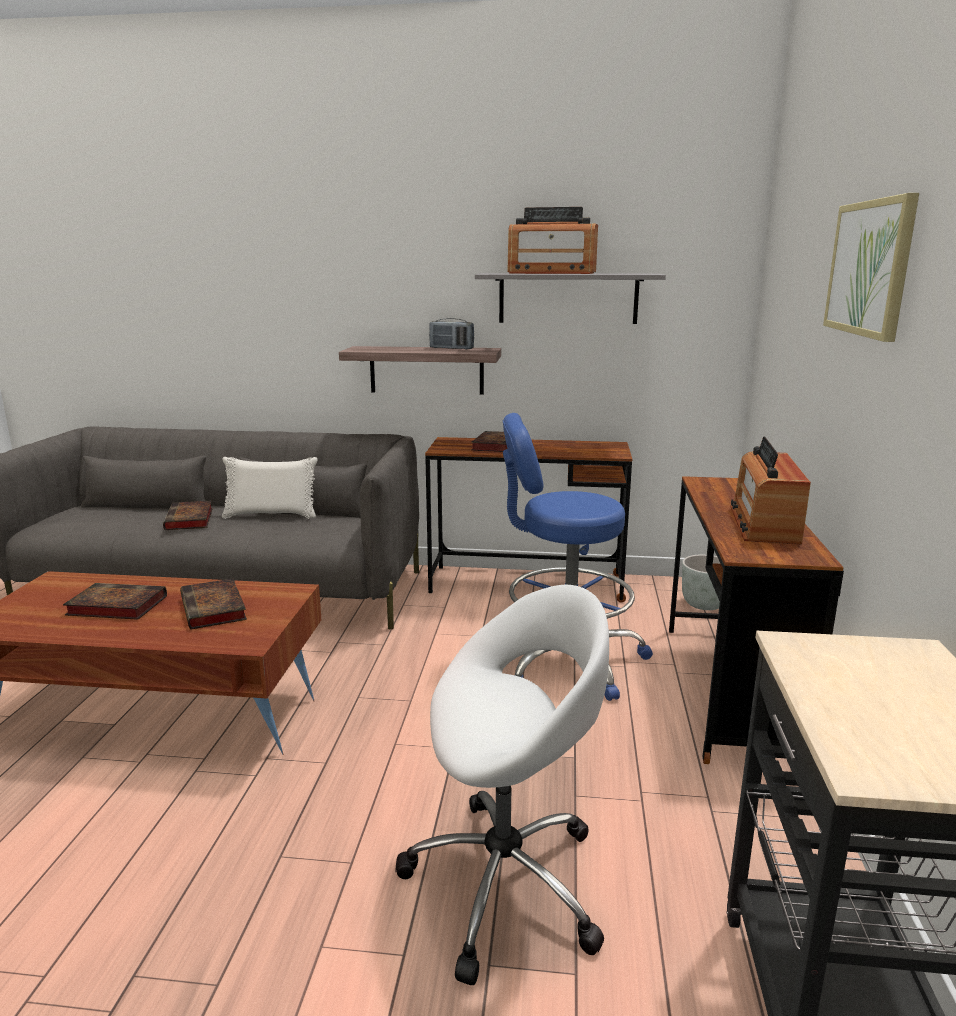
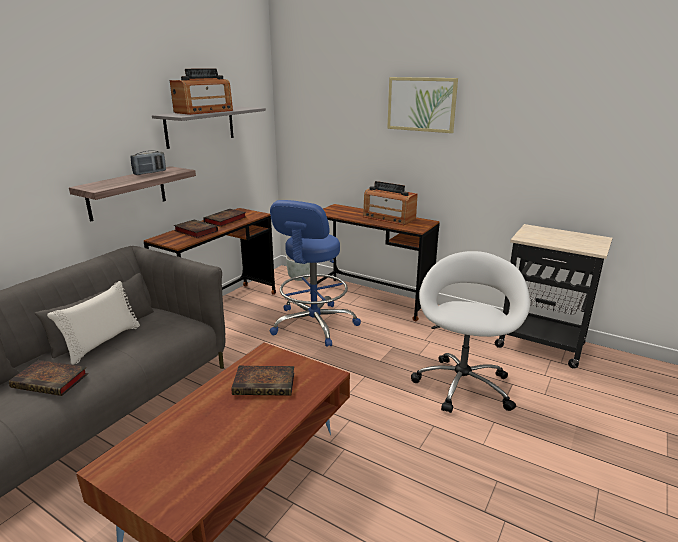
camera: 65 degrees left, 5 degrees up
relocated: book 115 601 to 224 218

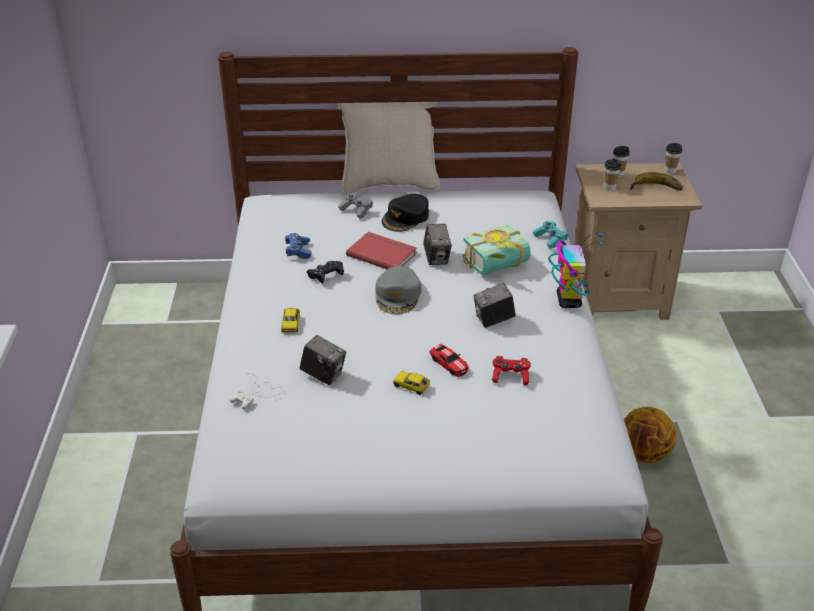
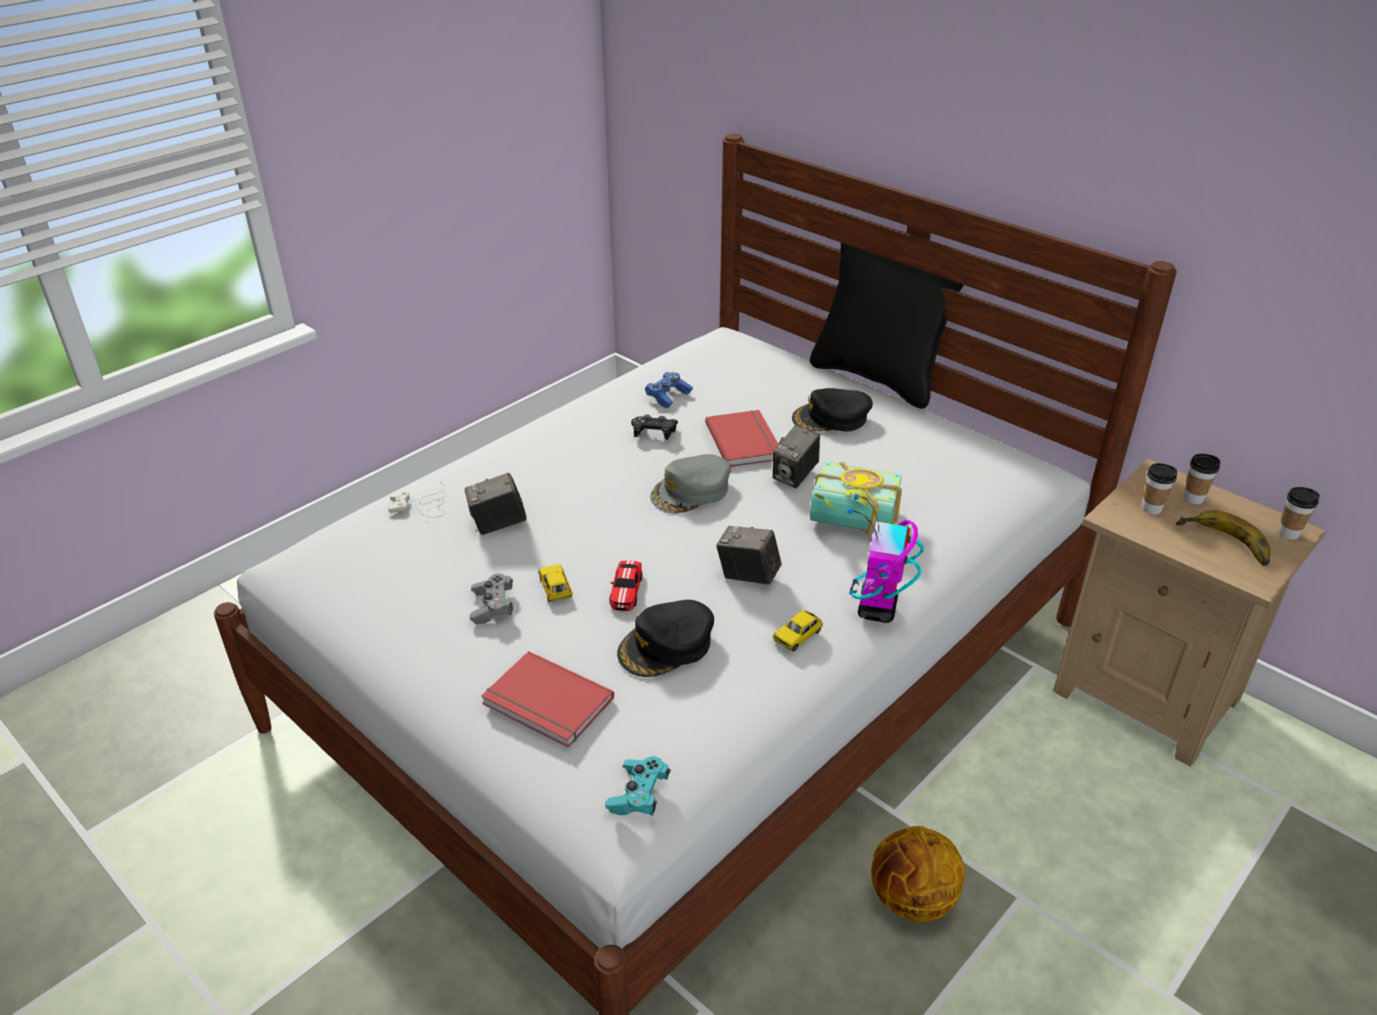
camera: 45 degrees right, 0 degrees up
appeared: red book 547 699
relocated: toy car 290 320 to 798 630; grey game controller 355 206 to 491 598; turquoise game controller 550 235 to 638 786
exchanged: red game controller 511 370 to black cap 665 638
colour: beige pillow 388 148 to black pillow 887 325
spun: photo camera 323 360 = 495 504 90 degrees clockwise; toy robot 575 270 = 885 558 150 degrees clockwise

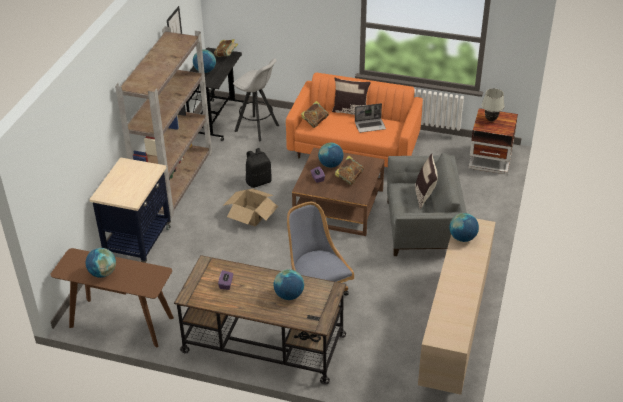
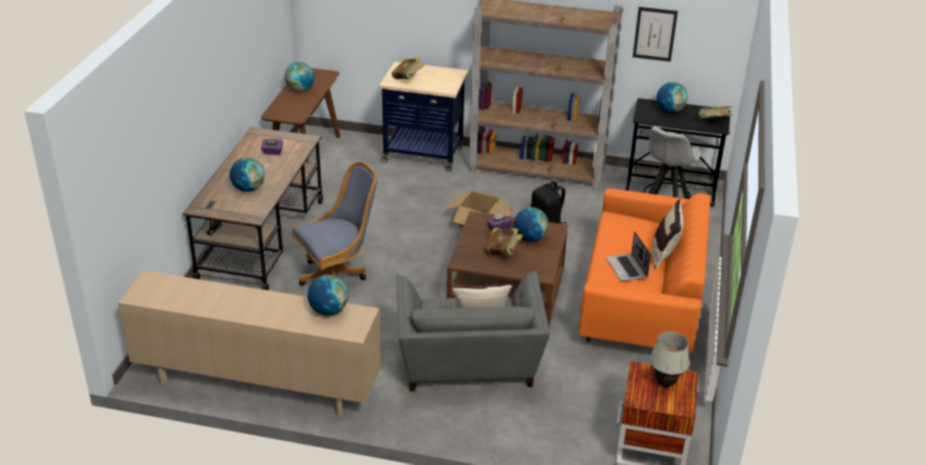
camera: 85 degrees right, 5 degrees down
relocated: book 315 114 to 408 68

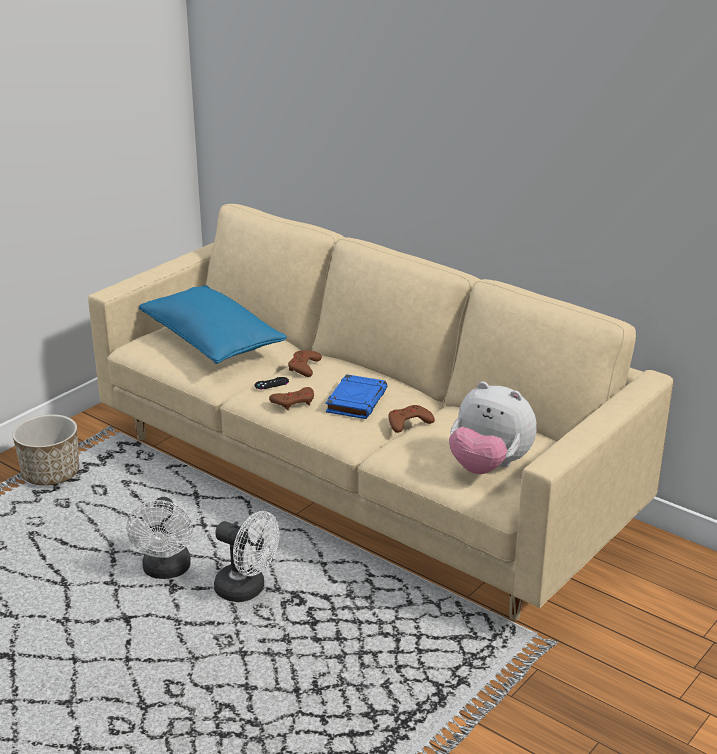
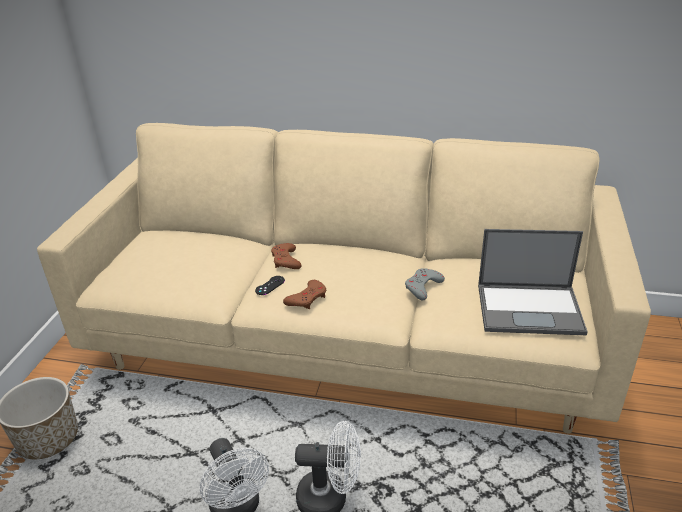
camera: 25 degrees left, 5 degrees up
missing: blue pillow 213 324; blue book 356 396
exchanged: plush toy 493 427 to laptop 533 282
colour: brown game controller 411 419 to grey game controller 425 284

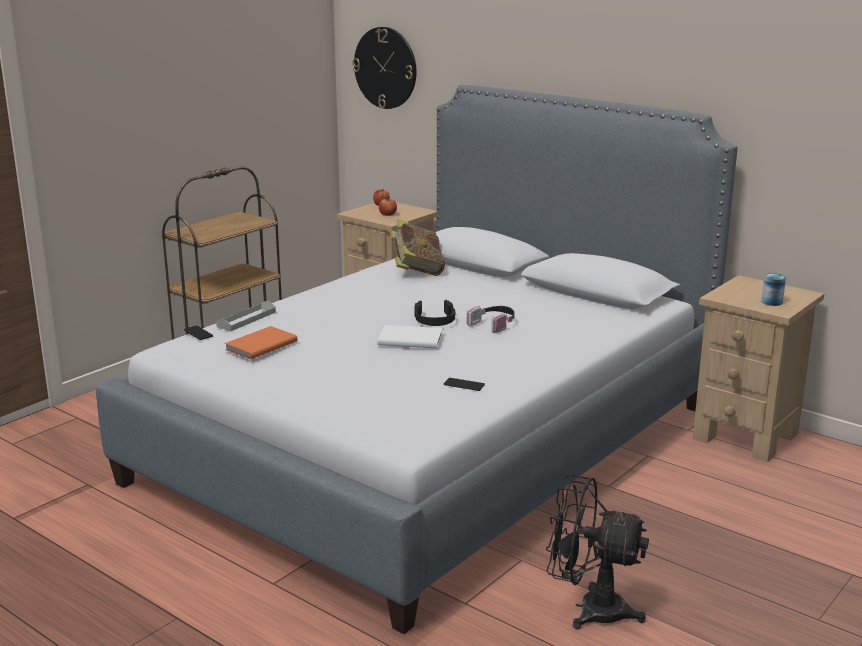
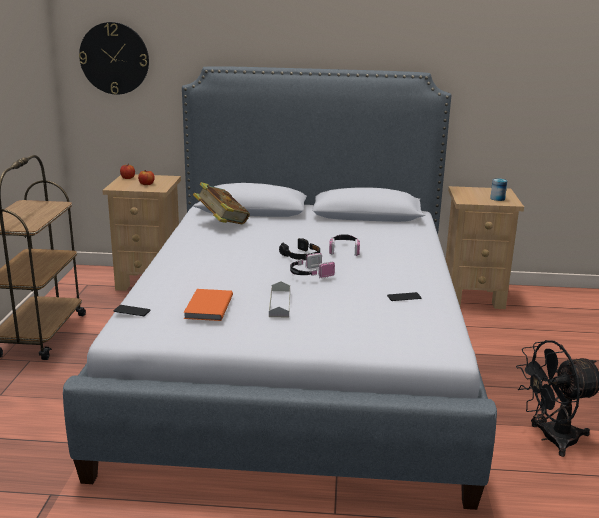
camera: 35 degrees left, 0 degrees up
relocated: grey tray 246 315 to 279 299
exchanged: white book 410 336 to headphones 312 266

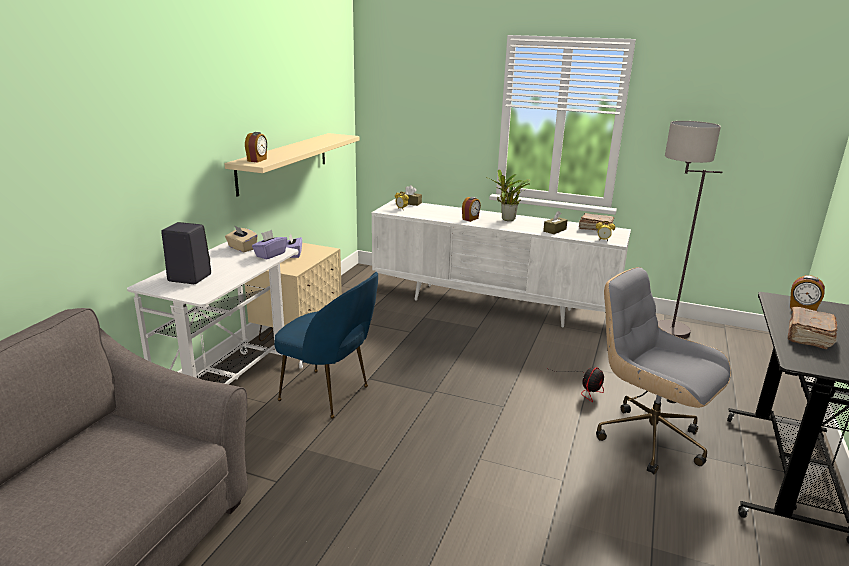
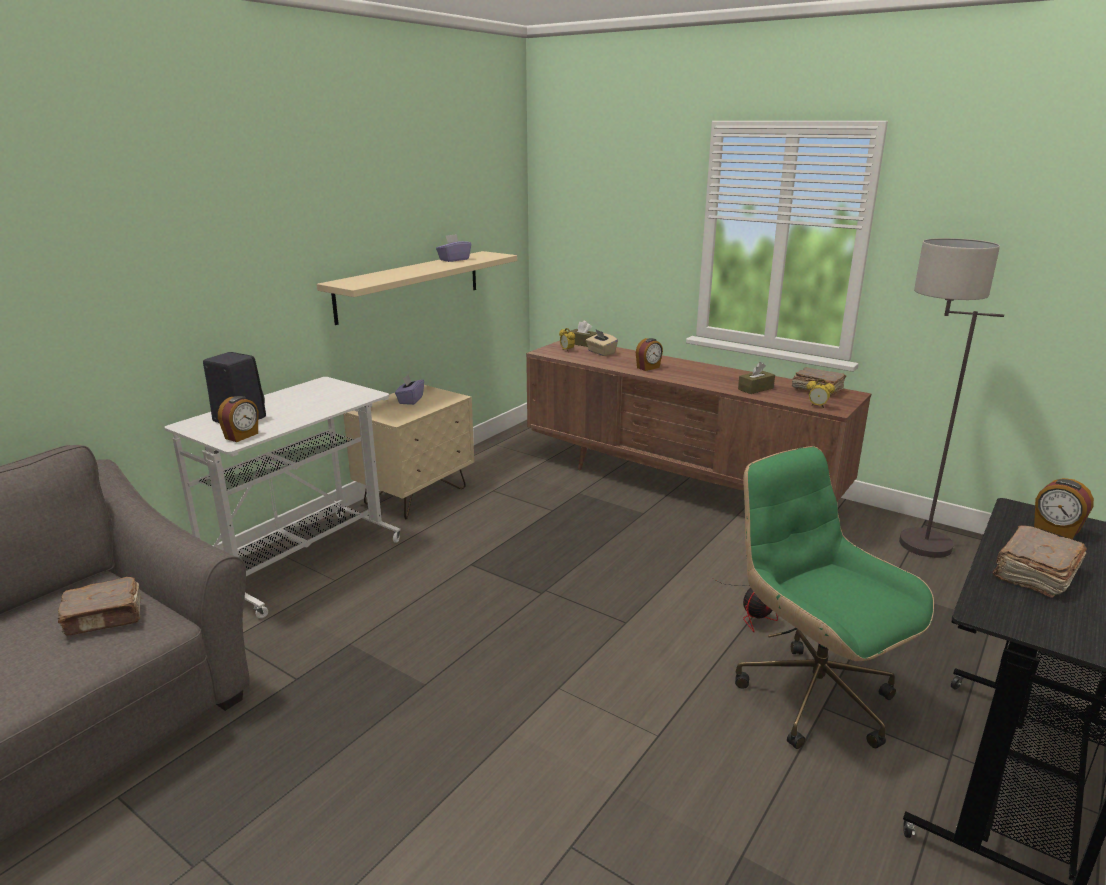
camera: 15 degrees right, 0 degrees up
missing: blue chair 326 345; potted plant 508 195
appeared: brown book 100 606
relocated: beige tissue box 241 238 to 602 343; alarm clock 256 147 to 238 419; purple tissue box 269 245 to 453 248
colour: white cabinet 501 263 to brown cabinet 698 421; grey office chair 663 370 to green office chair 834 597

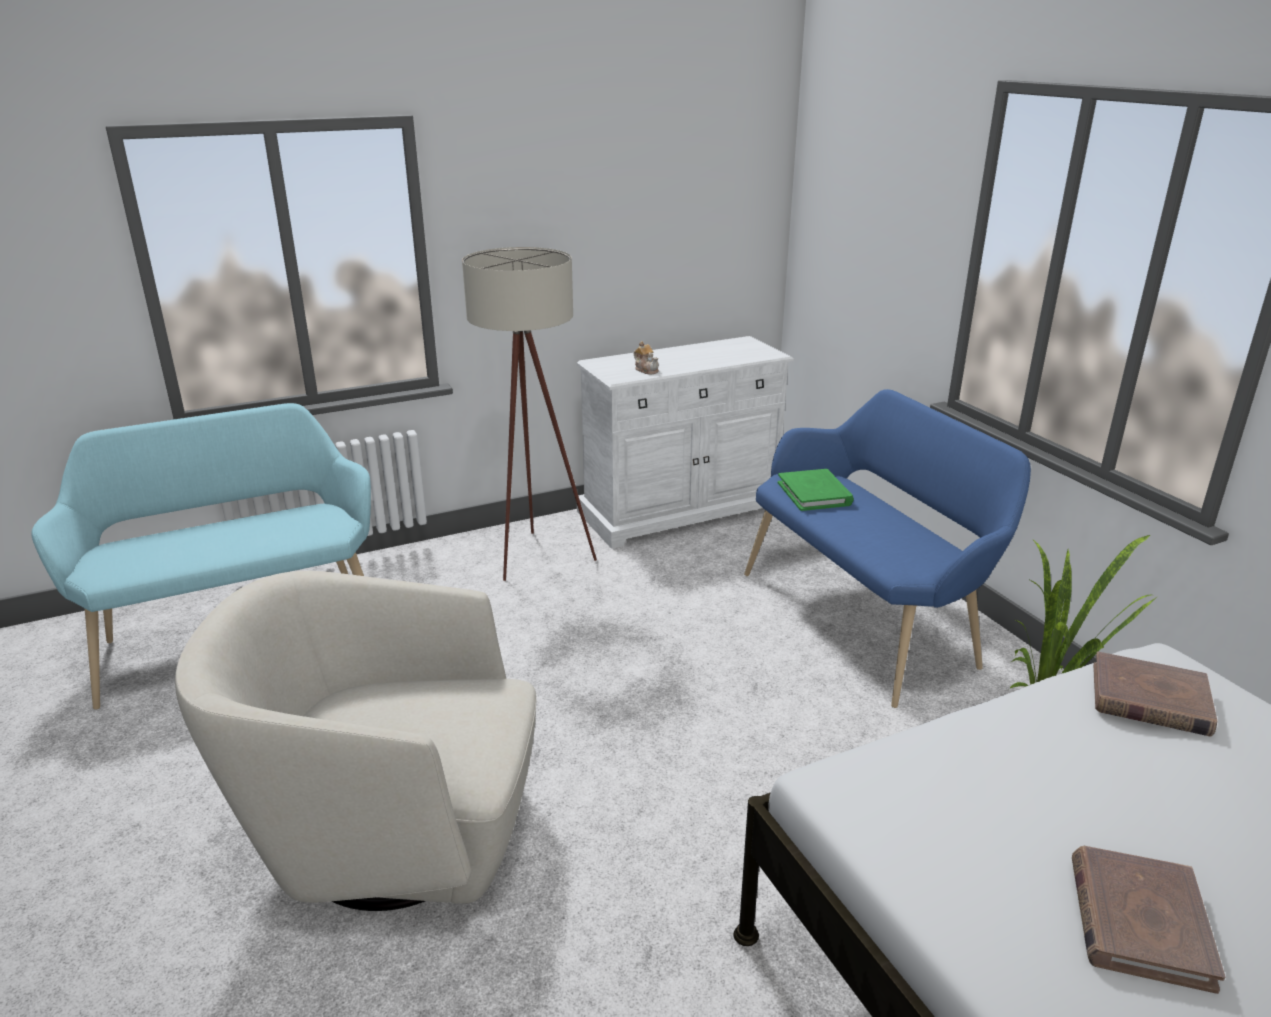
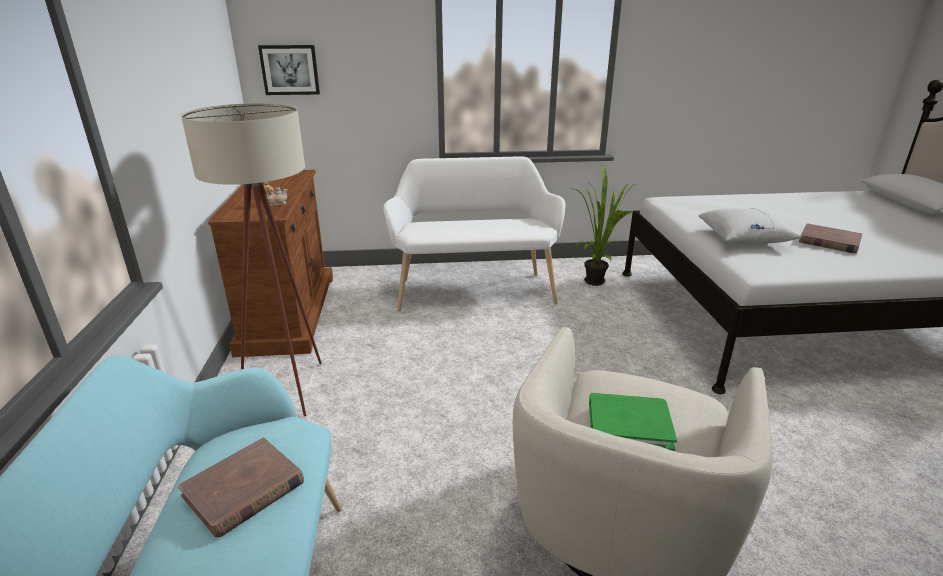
camera: 70 degrees left, 0 degrees up
appeared: picture 289 70; grey pillow 750 226
relocated: green book 816 490 to 633 422; brown book 1155 694 to 241 487
colour: white dresser 685 442 to brown dresser 270 263; blue bench 887 548 to white bench 474 233

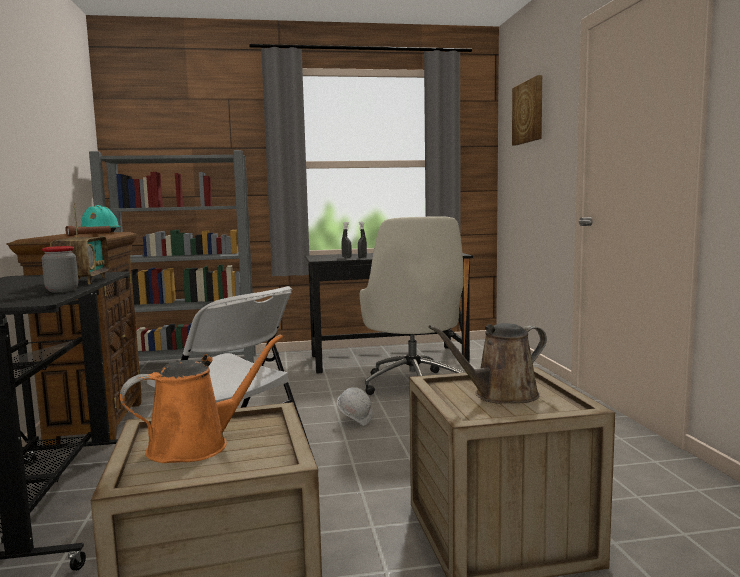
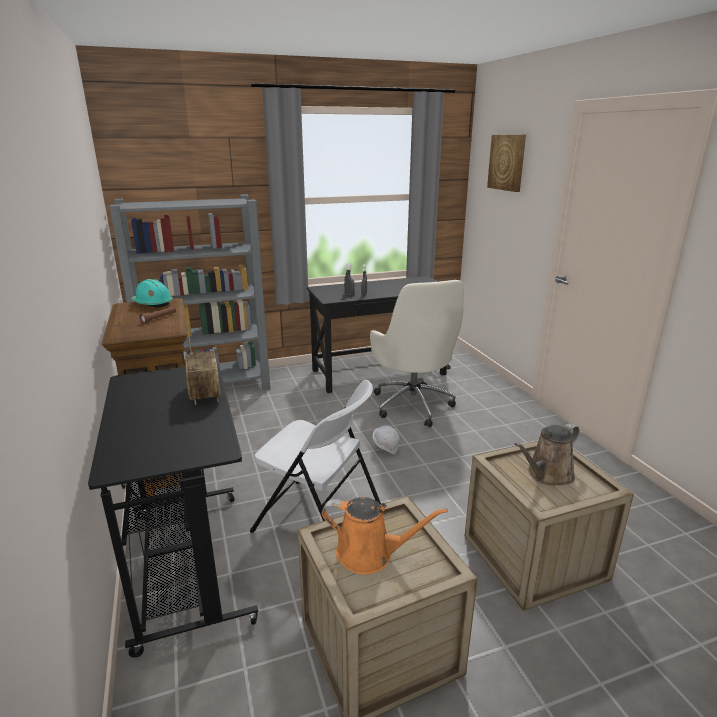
camera: 10 degrees left, 15 degrees up
missing: jar 60 269
spun: orange watering can 201 398 = 384 536 60 degrees clockwise

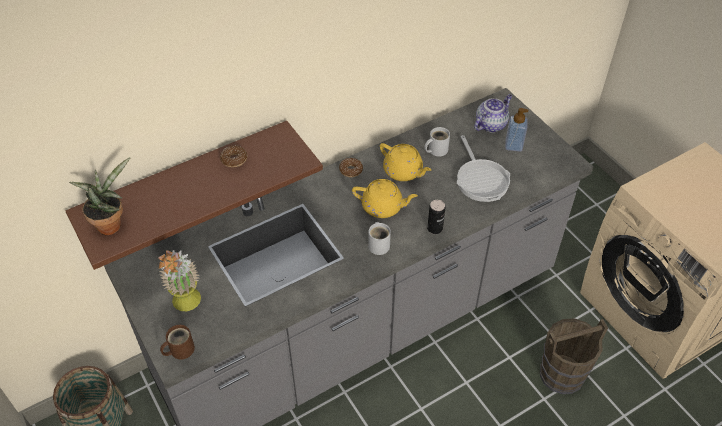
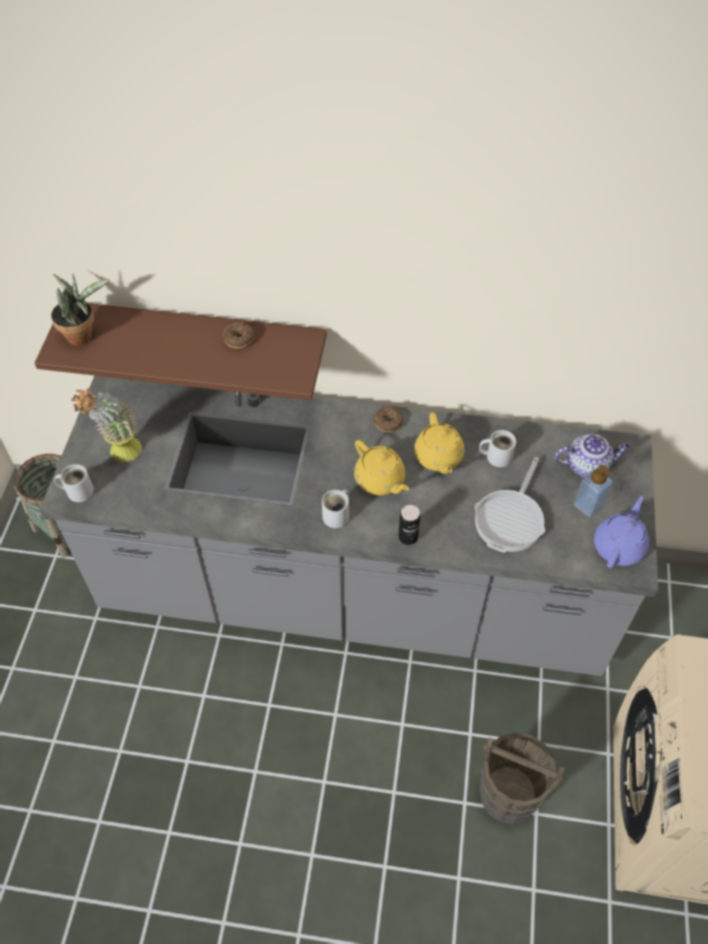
camera: 40 degrees right, 5 degrees up
appeared: purple teapot 621 532
colour: brown mug 177 342 to white mug 74 483

